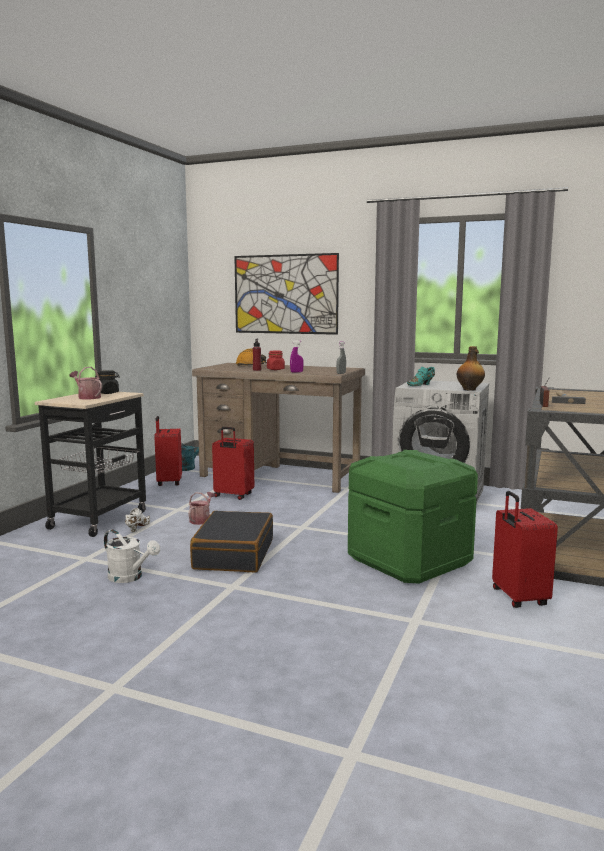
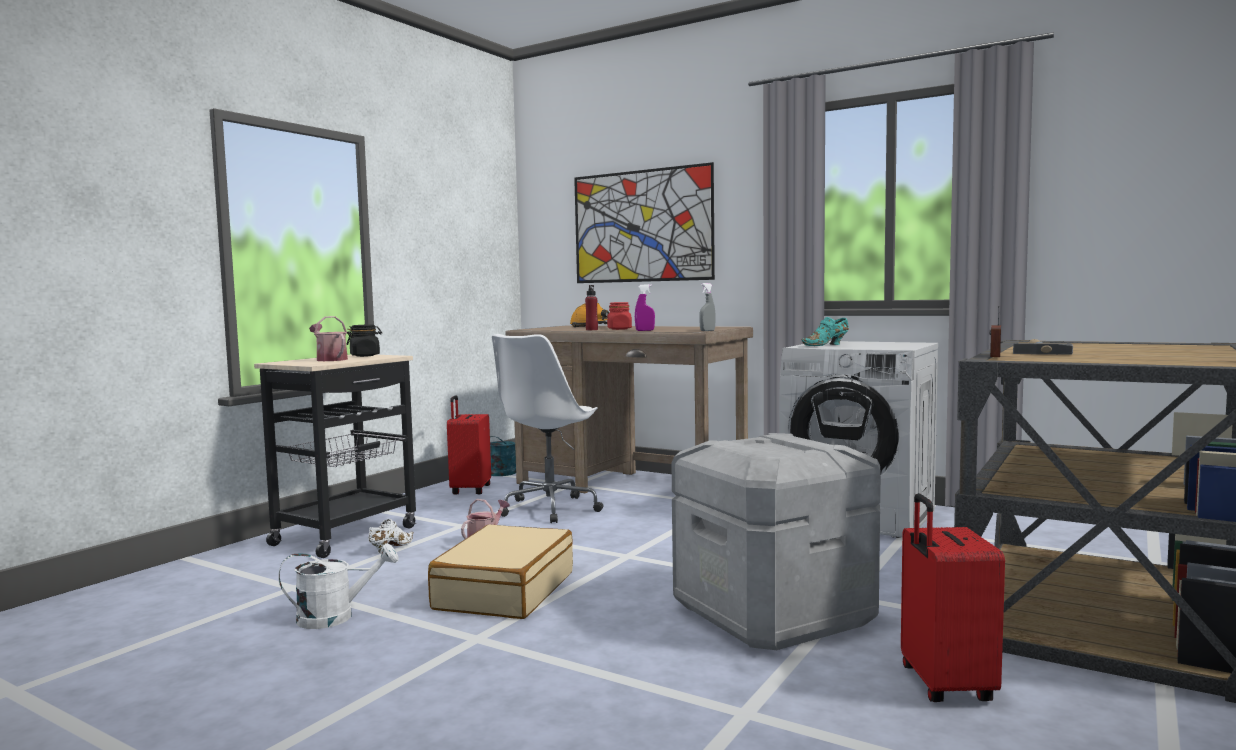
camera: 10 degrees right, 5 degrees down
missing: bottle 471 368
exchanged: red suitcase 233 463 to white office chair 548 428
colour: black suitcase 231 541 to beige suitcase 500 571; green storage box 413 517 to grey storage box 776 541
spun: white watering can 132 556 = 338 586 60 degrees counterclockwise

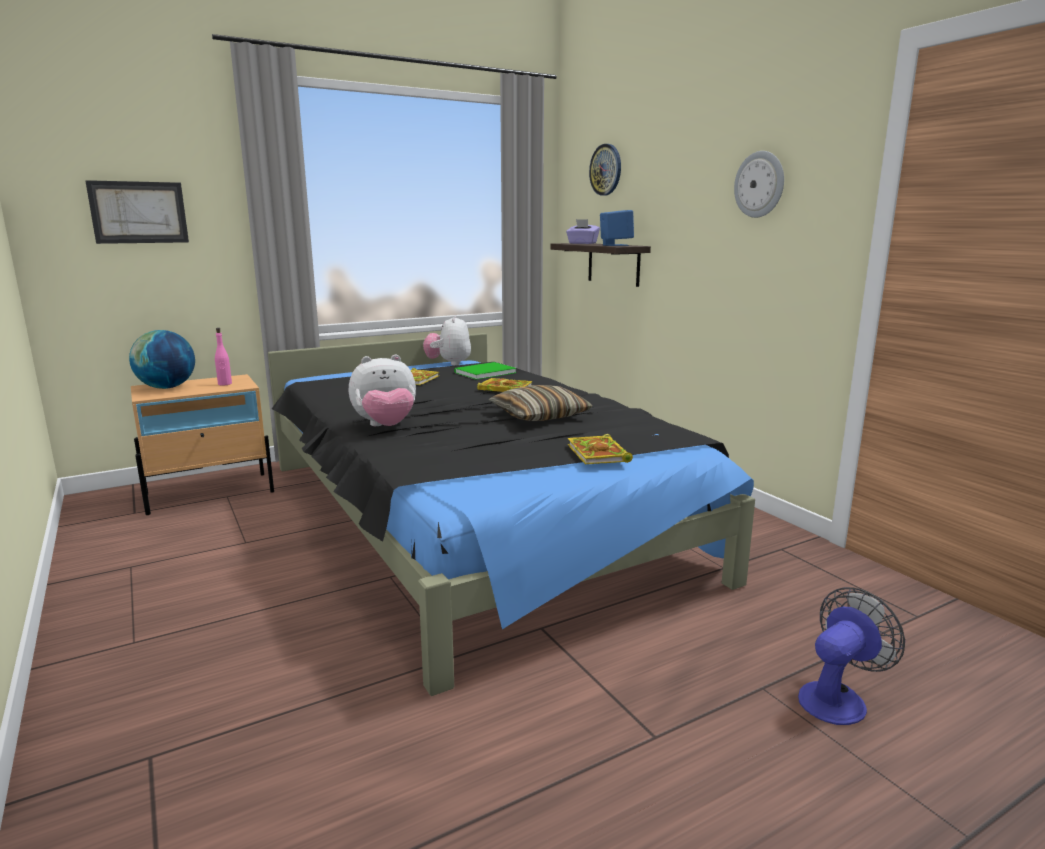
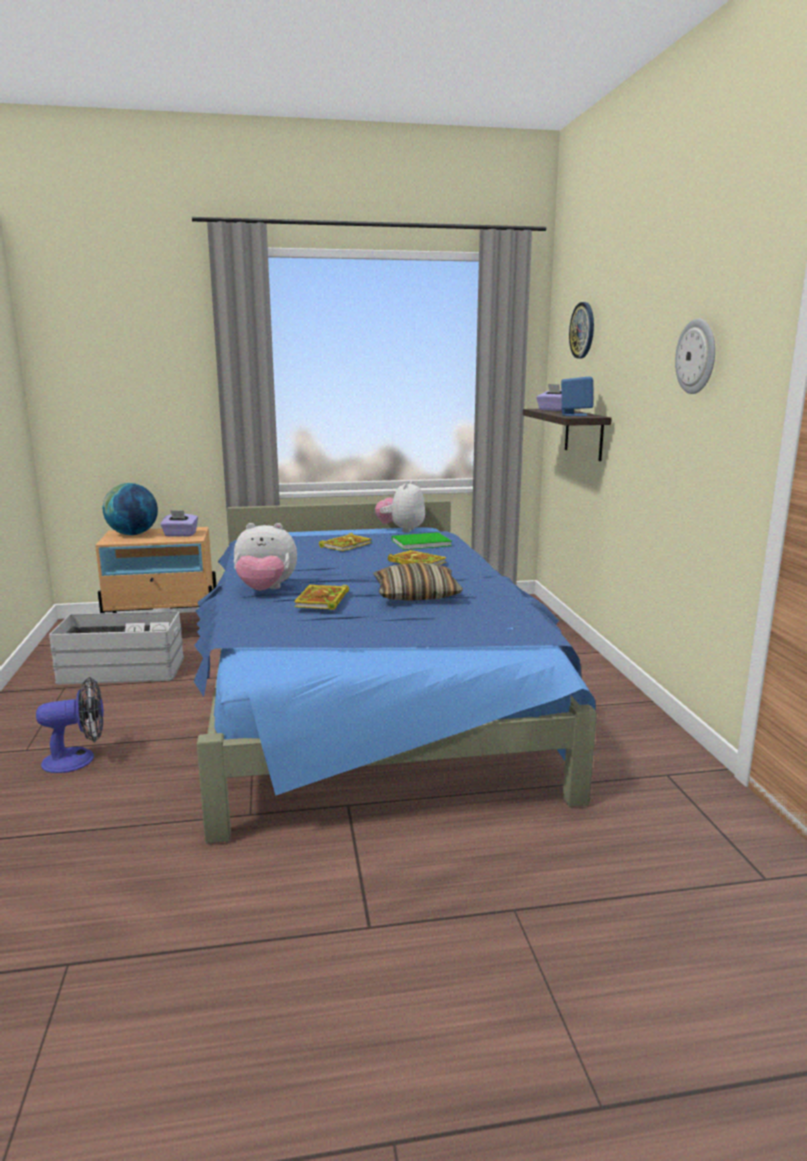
camera: 20 degrees right, 0 degrees up
missing: picture 137 212
appeared: grey storage box 116 647
relocated: book 600 449 to 321 597; fan 851 656 to 69 725
exchanged: pink bottle 223 356 to purple tissue box 179 523
colour: black bed 511 514 to blue bed 395 672

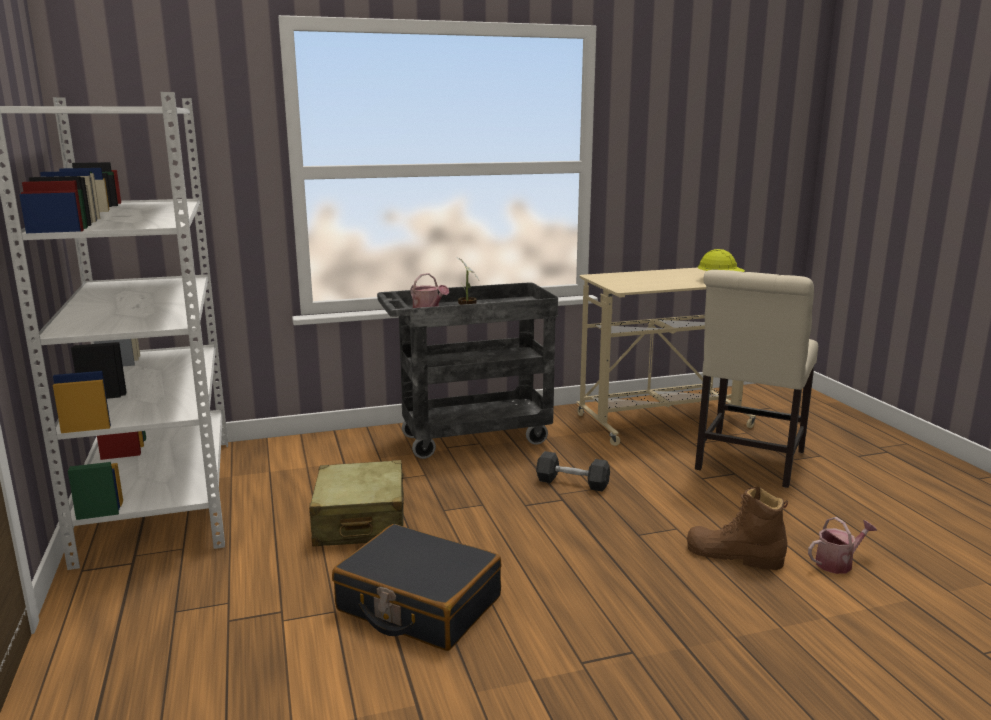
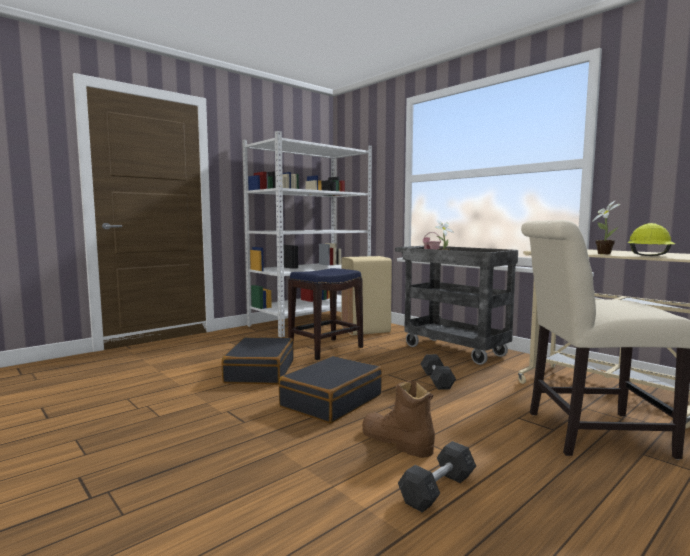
camera: 65 degrees right, 10 degrees down
appeared: black suitcase 330 390; beige trash can 366 295; potted plant 606 227
exchanged: beige suitcase 356 503 to stool 325 314; watering can 842 545 to grey dumbbell 437 476
spun: brown boot 737 528 = 398 419 45 degrees counterclockwise

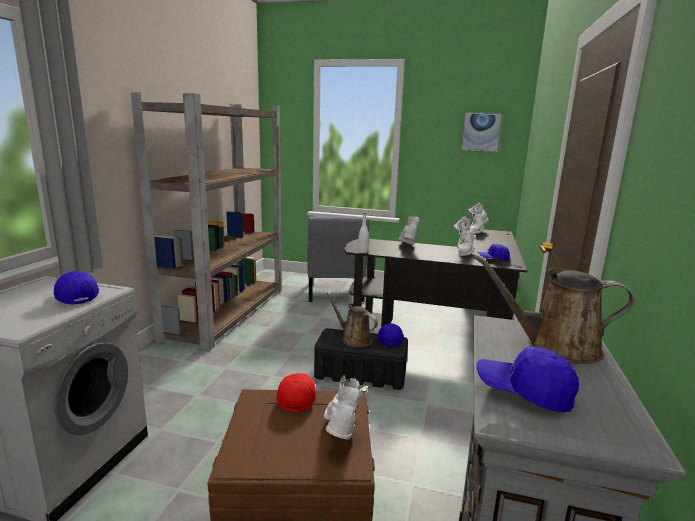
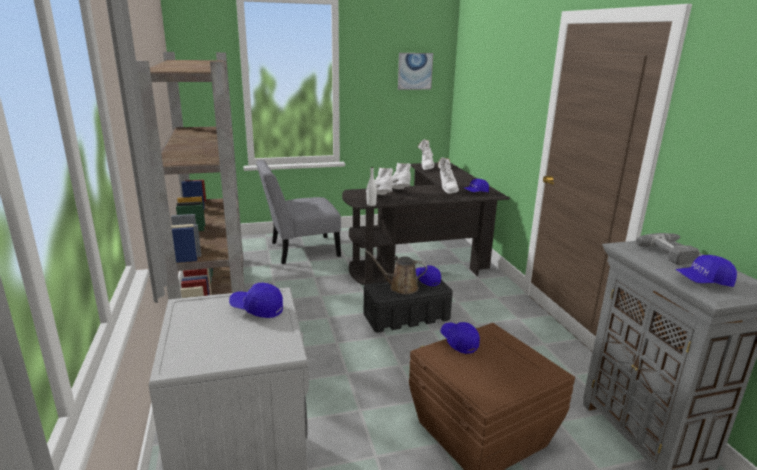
camera: 30 degrees left, 5 degrees up
relocated: white boot 346 407 to 379 181
exchanged: brown watering can 554 309 to power drill 668 249
colour: red cap 296 392 to blue cap 460 338
spun: grey chair 338 259 = 298 212 105 degrees clockwise

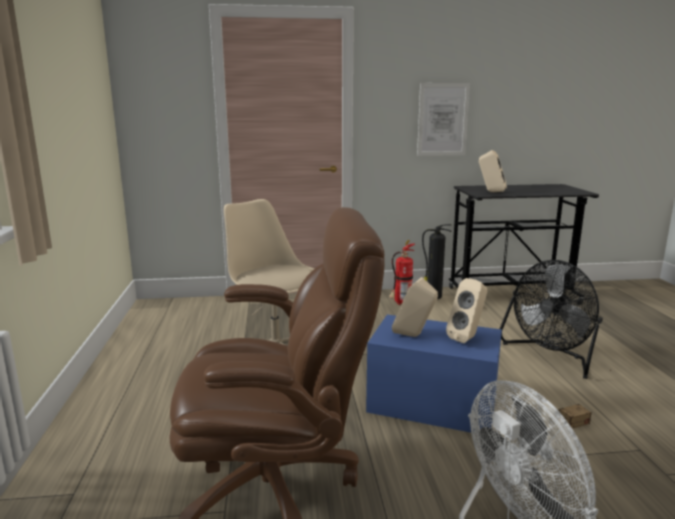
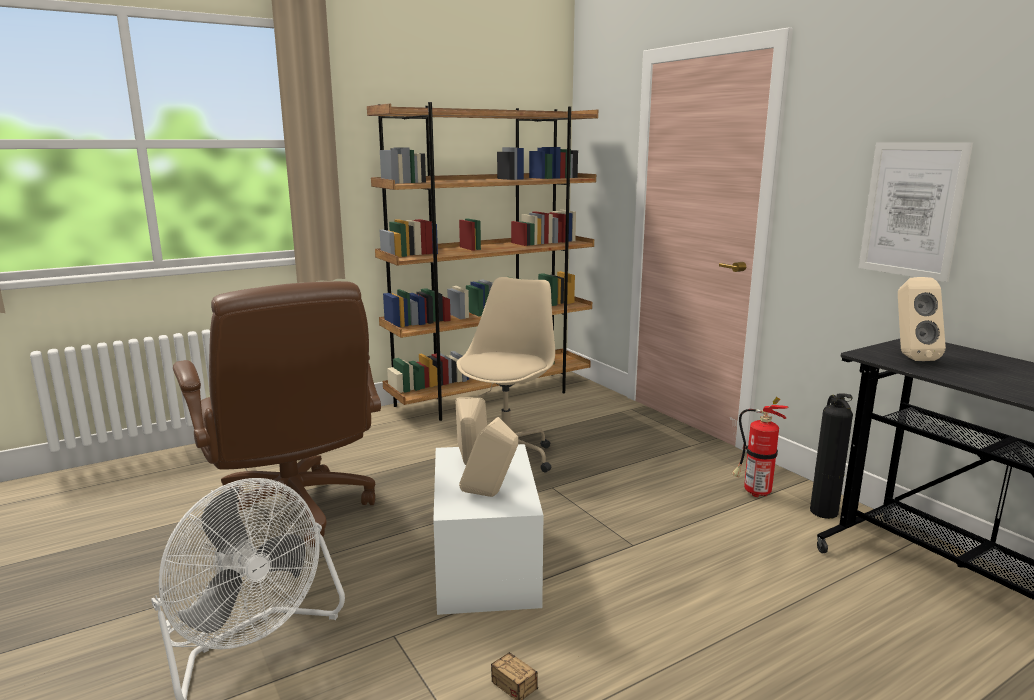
camera: 65 degrees right, 0 degrees up
missing: black fan 551 319
appeared: brown bookcase 482 261
colour: blue storage box 434 373 to white storage box 488 529

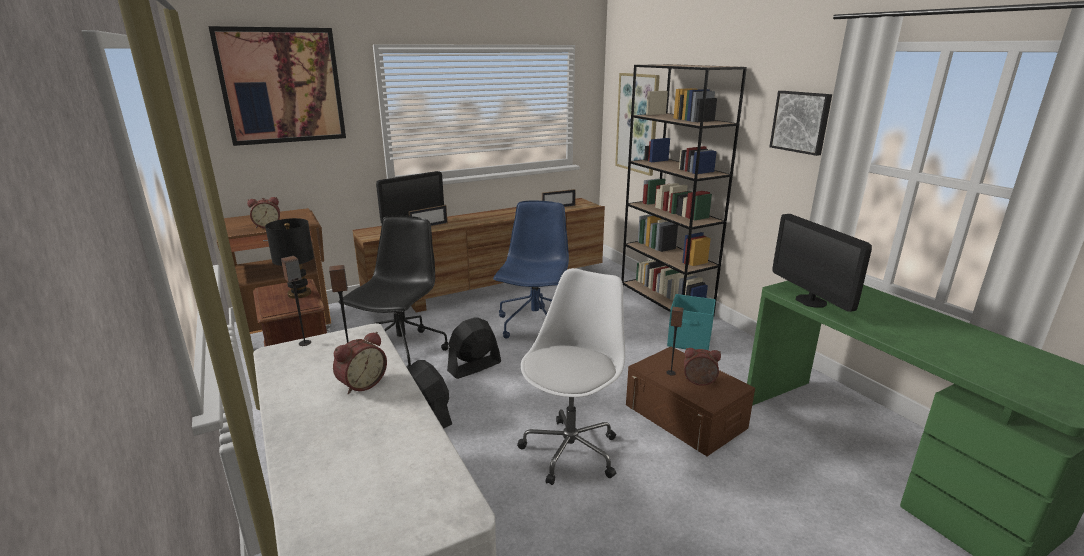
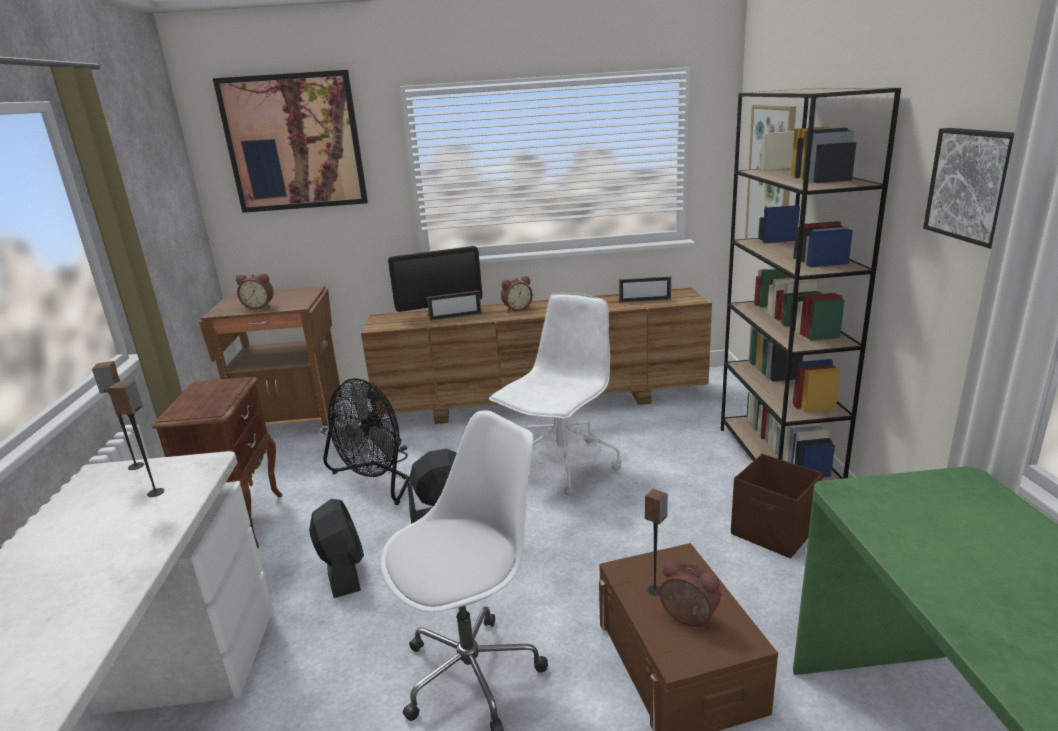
camera: 25 degrees right, 0 degrees up
missing: black table lamp 289 258; monitor 822 263
relocated: alarm clock 360 363 to 517 294
exchanged: black office chair 393 292 to black fan 366 441
colour: blue office chair 531 270 to white office chair 555 394; turquoise storage box 691 322 to brown storage box 777 506

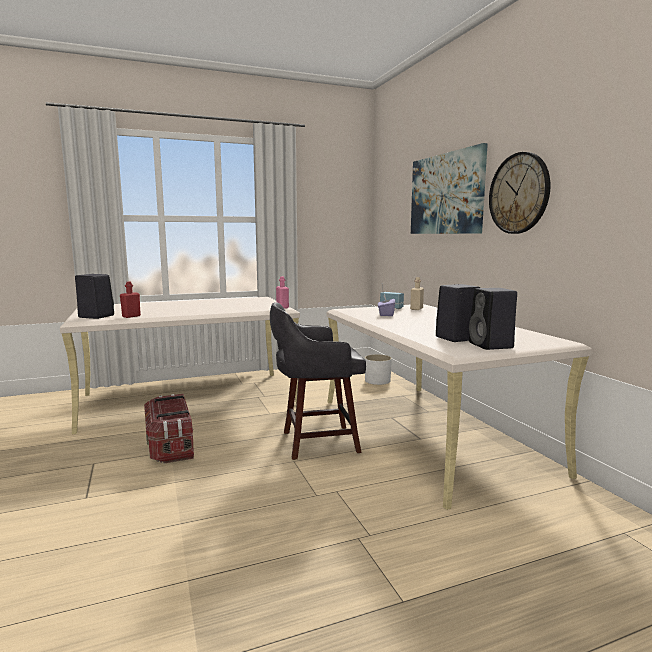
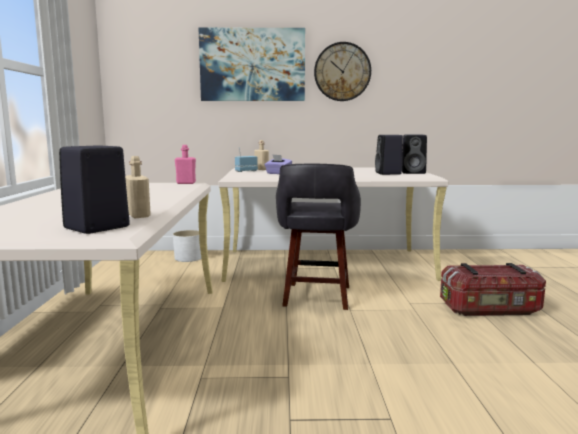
camera: 70 degrees left, 0 degrees up
relocated: storage box 169 428 to 493 289
colour: red bottle 130 300 to beige bottle 138 187

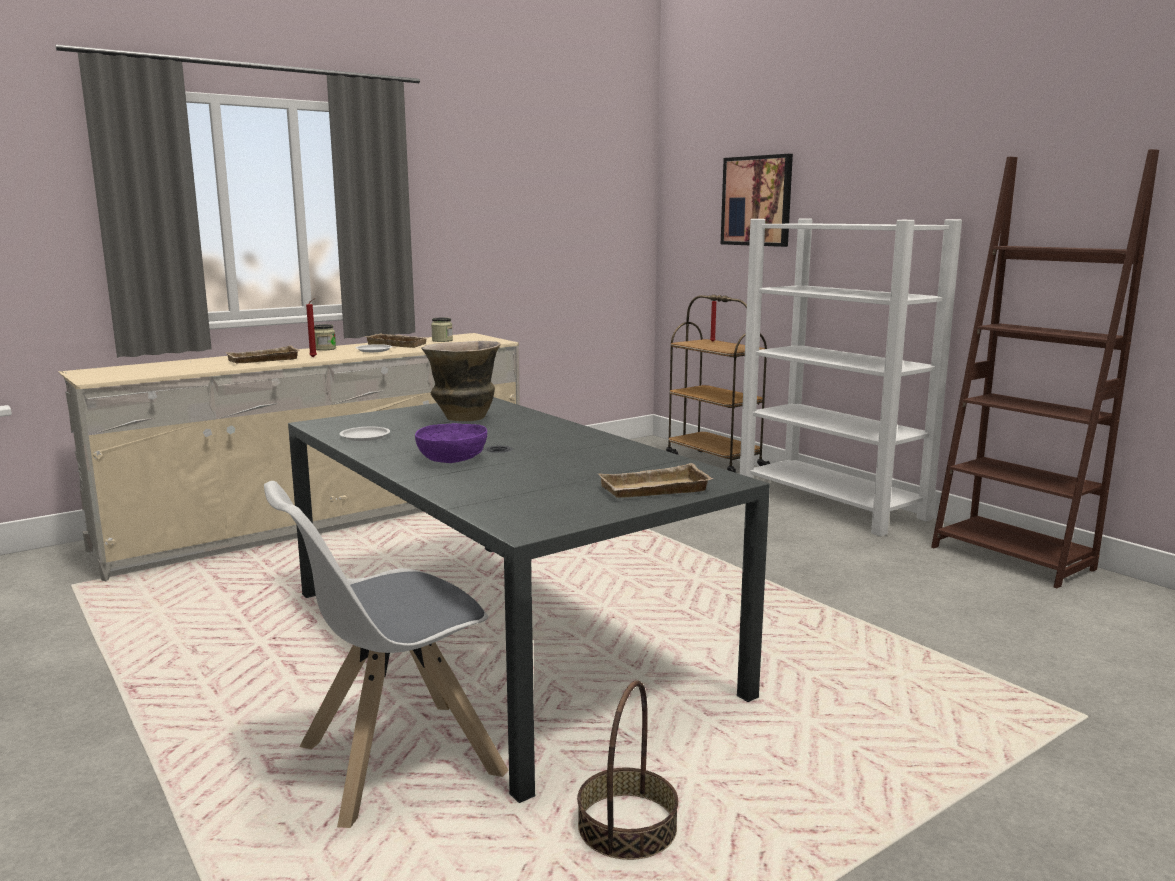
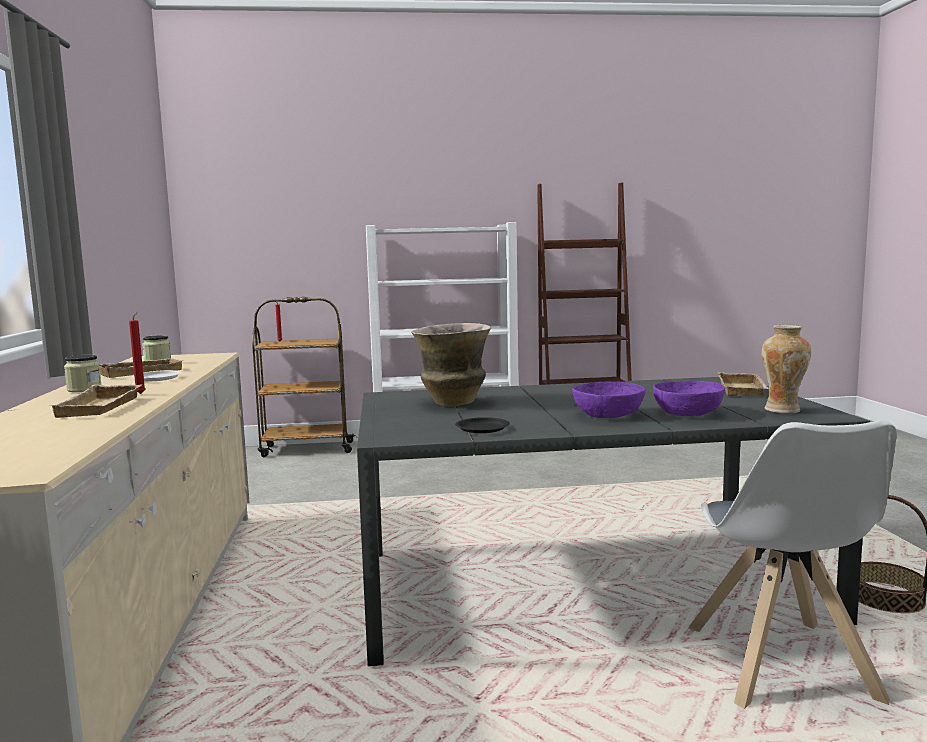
camera: 60 degrees left, 5 degrees down
missing: picture 757 200
appeared: purple bowl 689 398; vase 786 369
colour: white plate 365 434 to black plate 482 425

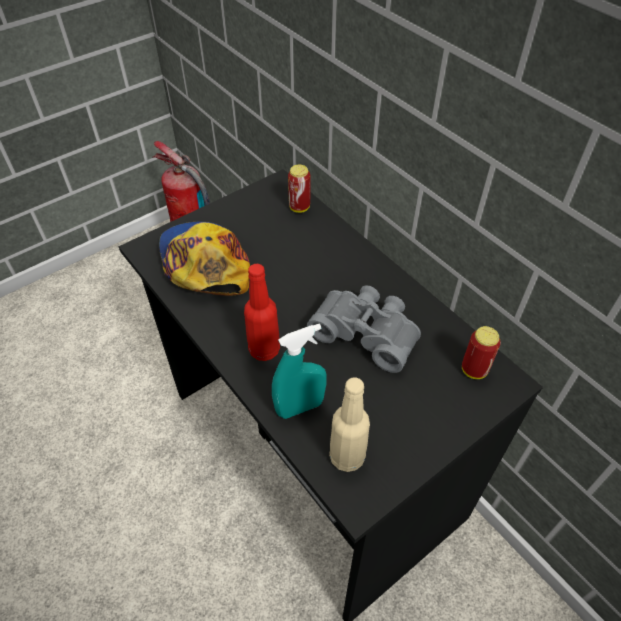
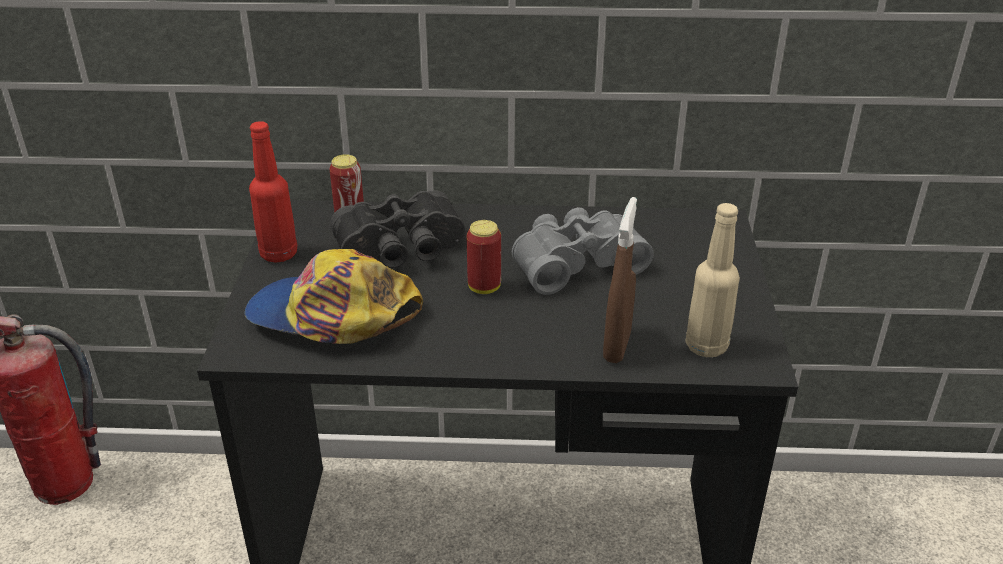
camera: 50 degrees left, 15 degrees down
appeared: black binoculars 398 229
relocated: red bottle 262 312 to 273 192; can 481 352 to 483 257
colour: turquoise spray bottle 299 371 to brown spray bottle 620 280

